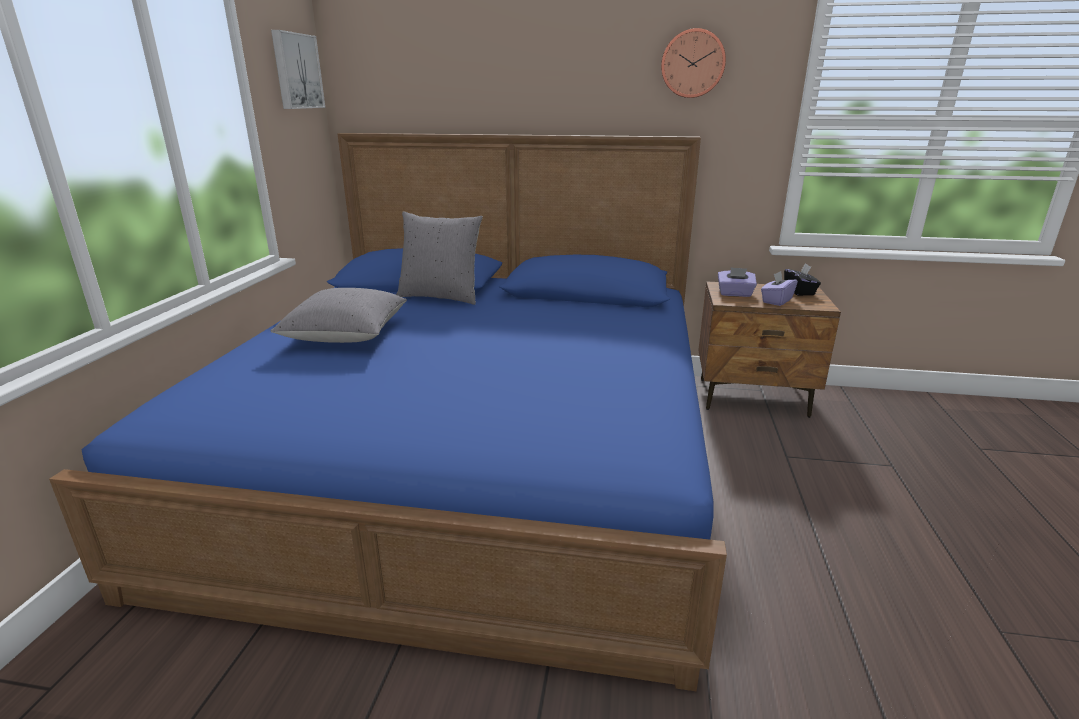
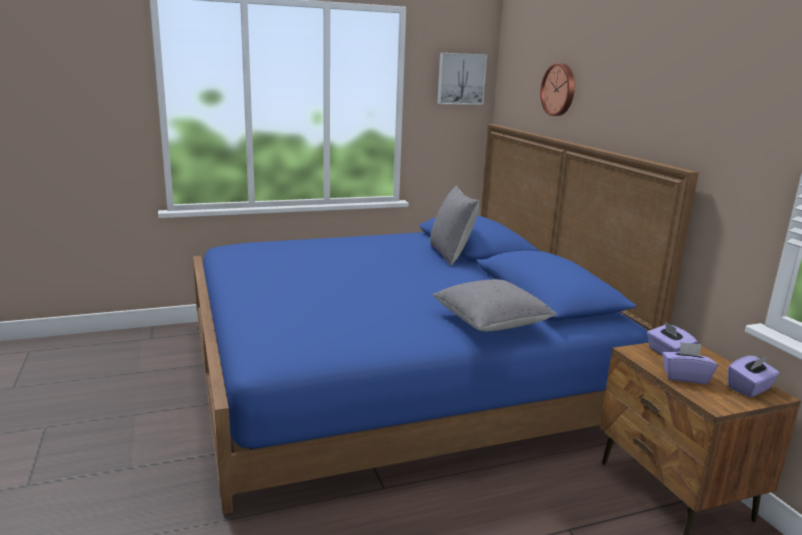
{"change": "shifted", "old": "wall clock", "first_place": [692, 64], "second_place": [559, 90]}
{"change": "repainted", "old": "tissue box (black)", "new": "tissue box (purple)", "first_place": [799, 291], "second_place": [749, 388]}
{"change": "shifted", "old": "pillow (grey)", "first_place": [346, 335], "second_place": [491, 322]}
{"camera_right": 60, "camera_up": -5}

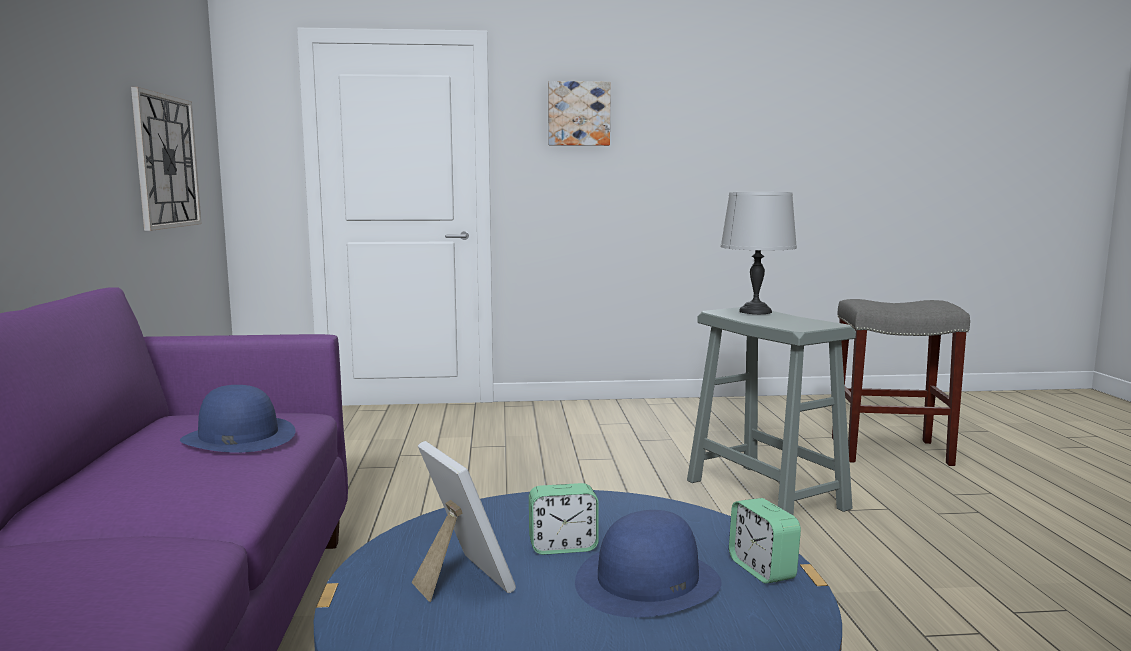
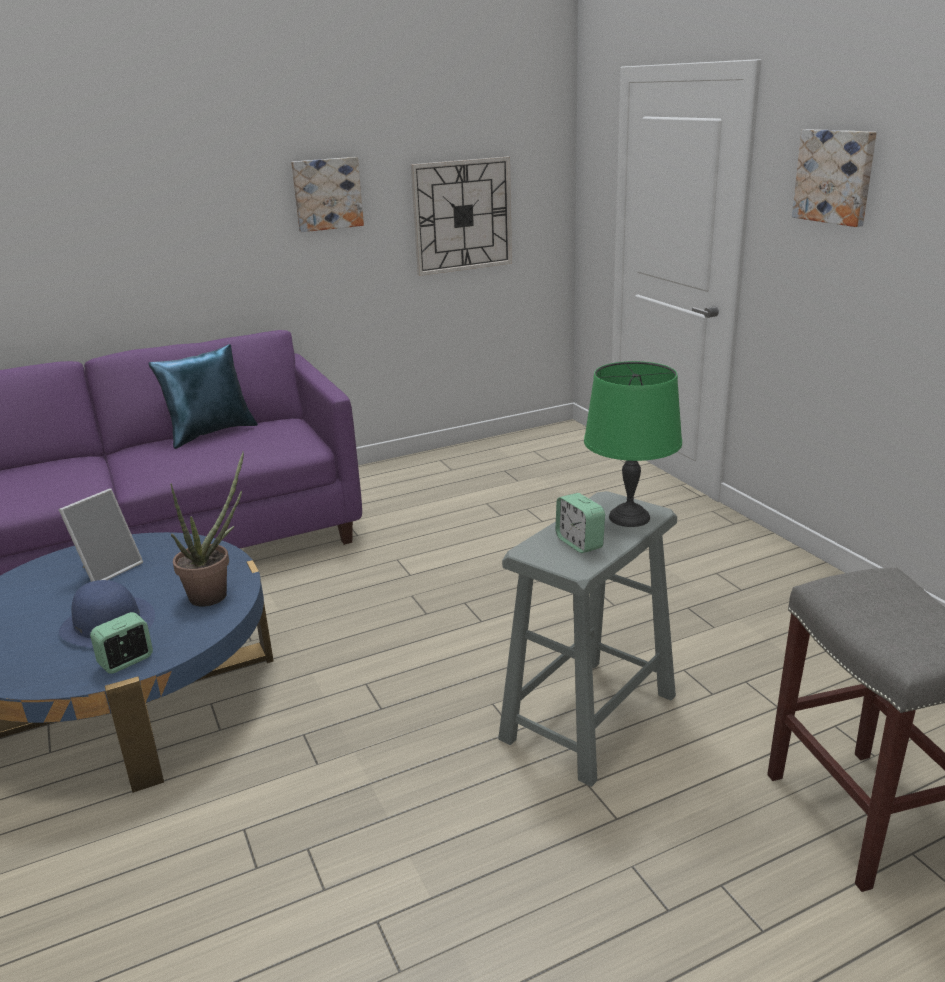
{"change": "repainted", "old": "table lamp (grey)", "new": "table lamp (green)", "first_place": [754, 311], "second_place": [629, 517]}
{"change": "gone", "old": "hat (blue)", "first_place": [238, 437]}
{"change": "shifted", "old": "alarm clock", "first_place": [563, 547], "second_place": [579, 543]}
{"change": "new", "new": "picture", "second_place": [327, 194]}
{"change": "new", "new": "pillow (blue)", "second_place": [211, 433]}
{"change": "new", "new": "potted plant", "second_place": [216, 593]}
{"camera_right": 70, "camera_up": 15}

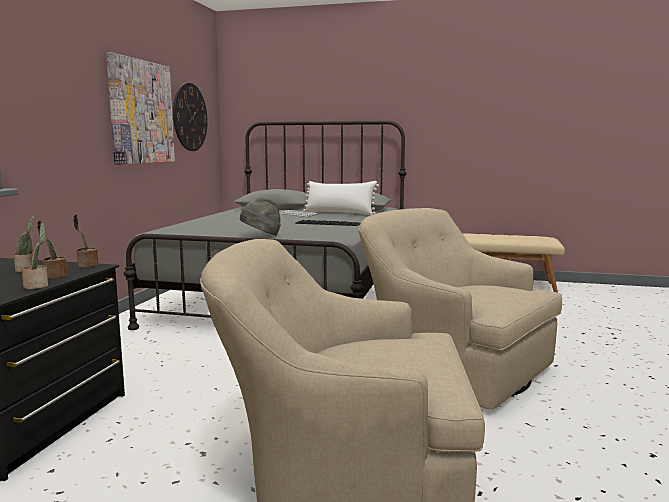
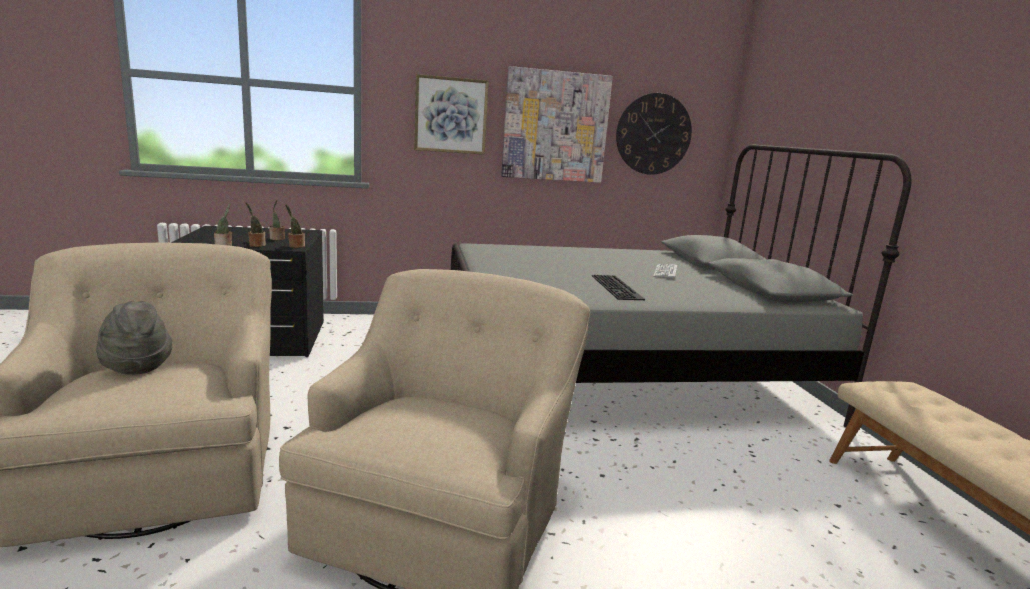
{"change": "gone", "old": "pillow (white)", "first_place": [339, 213]}
{"change": "shifted", "old": "hat (grey)", "first_place": [261, 236], "second_place": [136, 365]}
{"change": "new", "new": "picture", "second_place": [451, 115]}
{"camera_right": 65, "camera_up": 5}

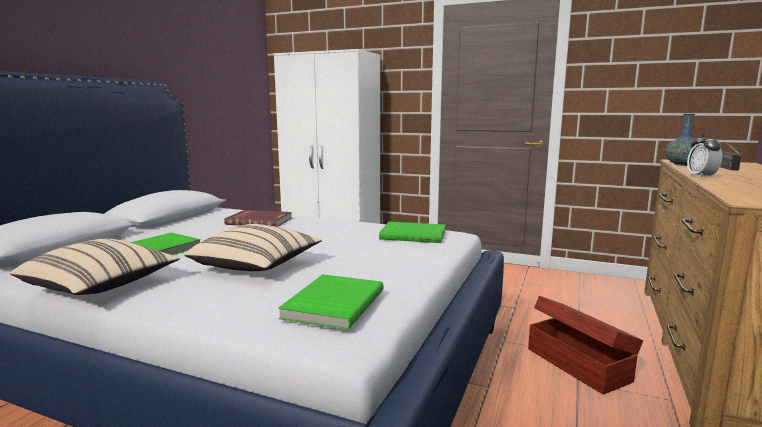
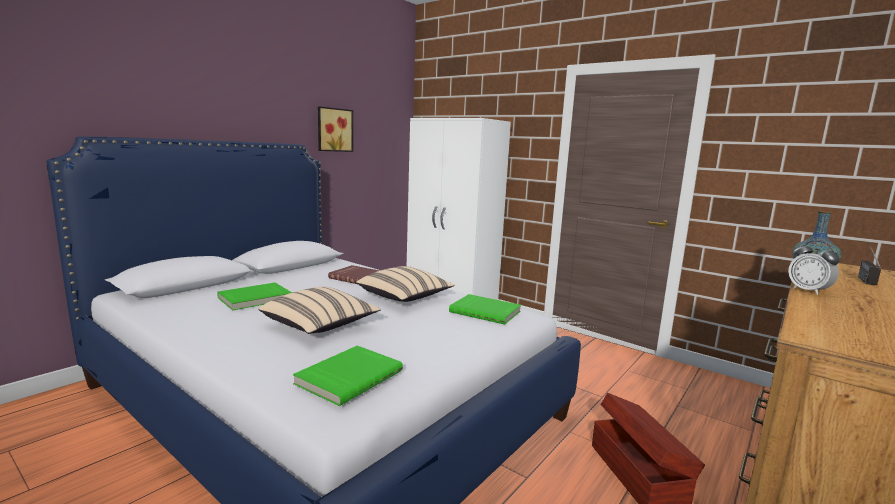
{"change": "rotated", "old": "alarm clock", "first_place": [701, 177], "second_place": [808, 291], "degrees": -45}
{"change": "shifted", "old": "pillow (beige)", "first_place": [101, 287], "second_place": [404, 298]}
{"change": "new", "new": "picture", "second_place": [334, 130]}
{"camera_right": 15, "camera_up": 0}

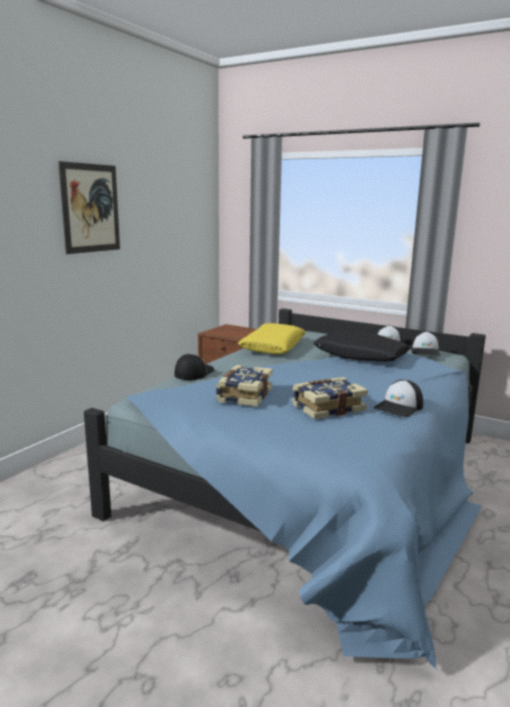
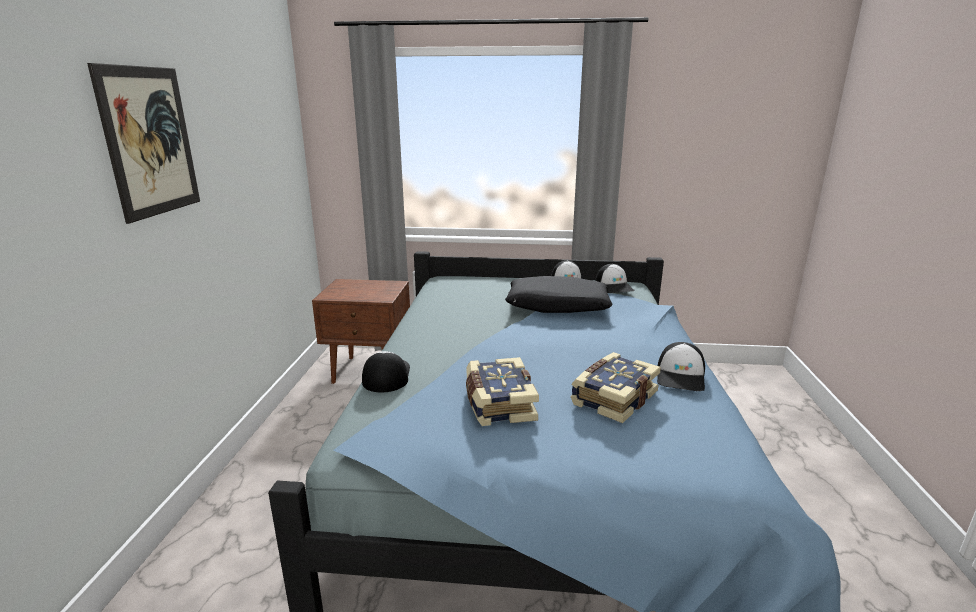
{"change": "gone", "old": "pillow (yellow)", "first_place": [273, 347]}
{"camera_right": -25, "camera_up": 5}

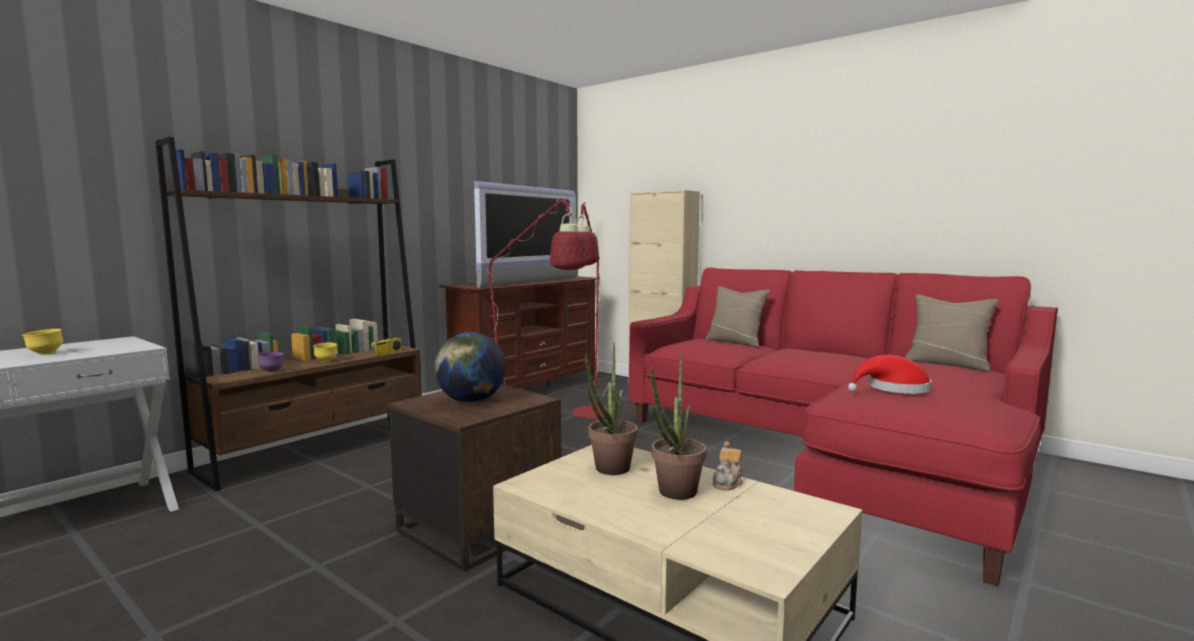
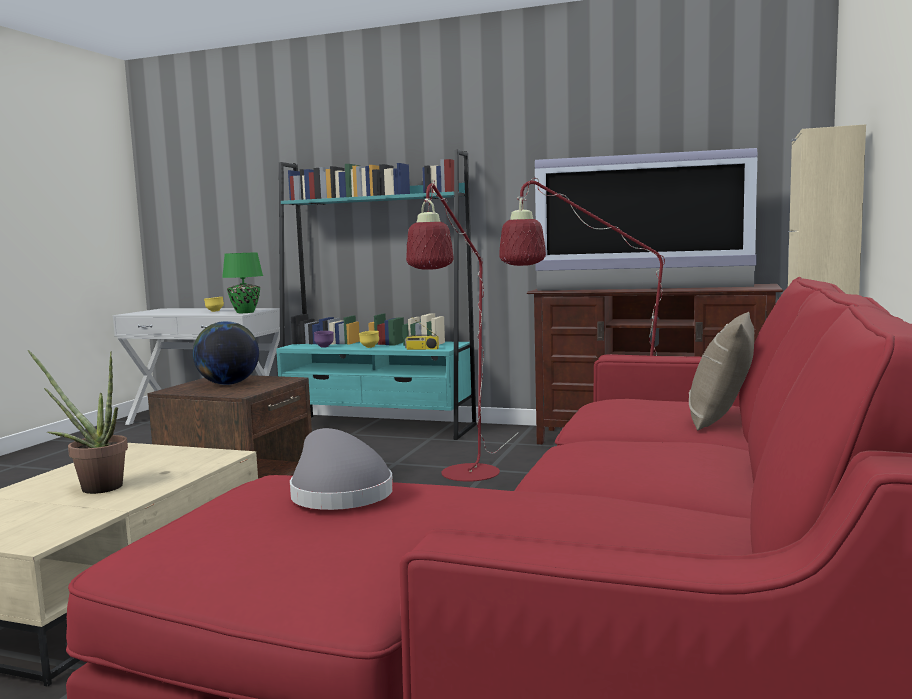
{"change": "repainted", "old": "bookcase (brown)", "new": "bookcase (turquoise)", "first_place": [318, 449], "second_place": [378, 427]}
{"change": "gone", "old": "pillow (beige)", "first_place": [947, 364]}
{"change": "gone", "old": "potted plant", "first_place": [609, 471]}
{"change": "repainted", "old": "hat (red)", "new": "hat (grey)", "first_place": [893, 389], "second_place": [337, 494]}
{"change": "gone", "old": "teapot", "first_place": [728, 483]}
{"change": "new", "new": "table lamp (green)", "second_place": [245, 312]}
{"camera_right": 70, "camera_up": 0}

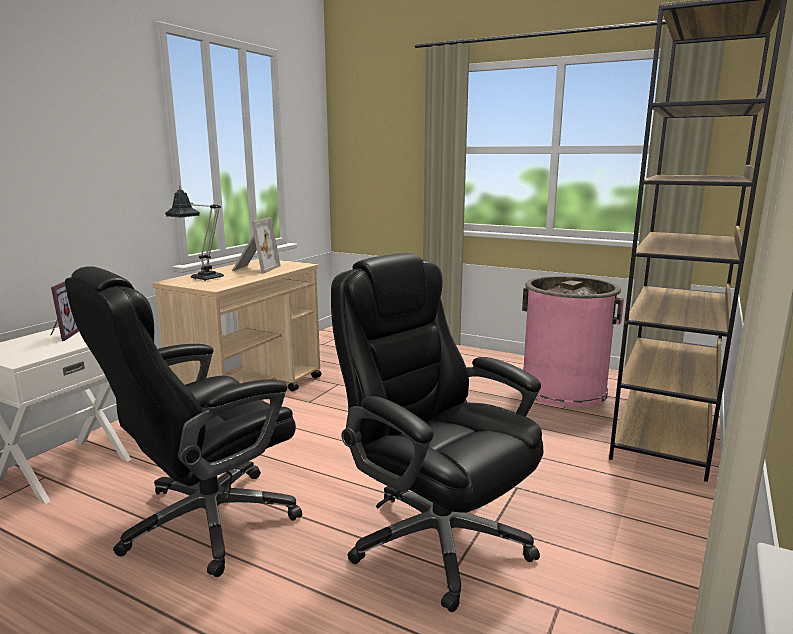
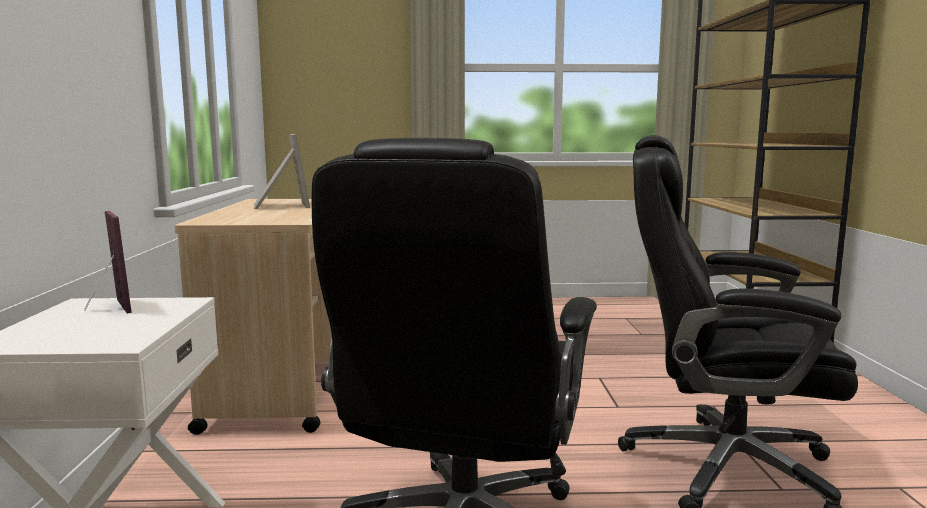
{"change": "gone", "old": "table lamp", "first_place": [202, 277]}
{"change": "gone", "old": "trash can (pink)", "first_place": [563, 389]}
{"camera_right": -30, "camera_up": -5}

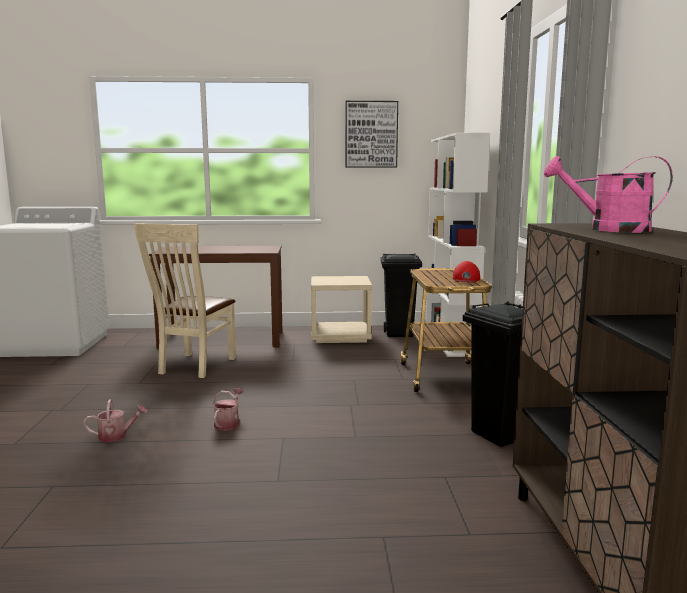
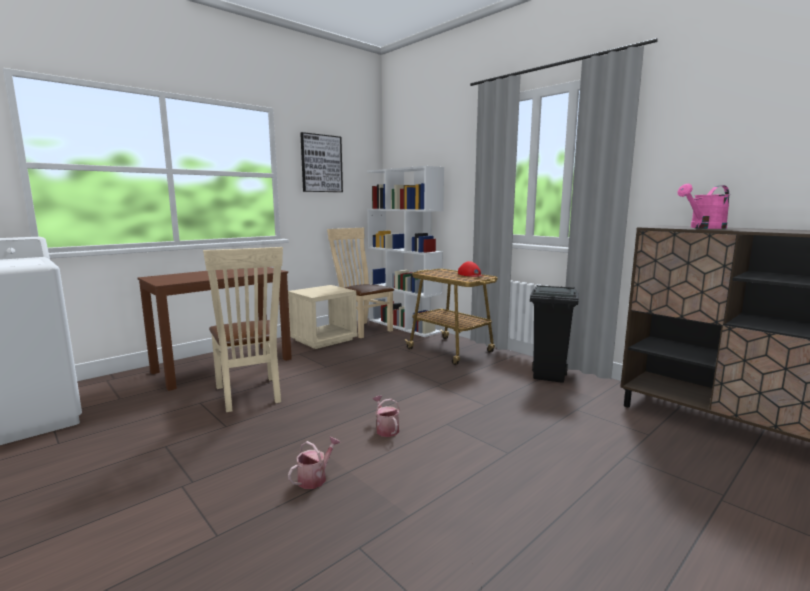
{"change": "swapped", "old": "trash can (black)", "new": "chair (beige)", "first_place": [399, 334], "second_place": [362, 329]}
{"camera_right": -40, "camera_up": 0}

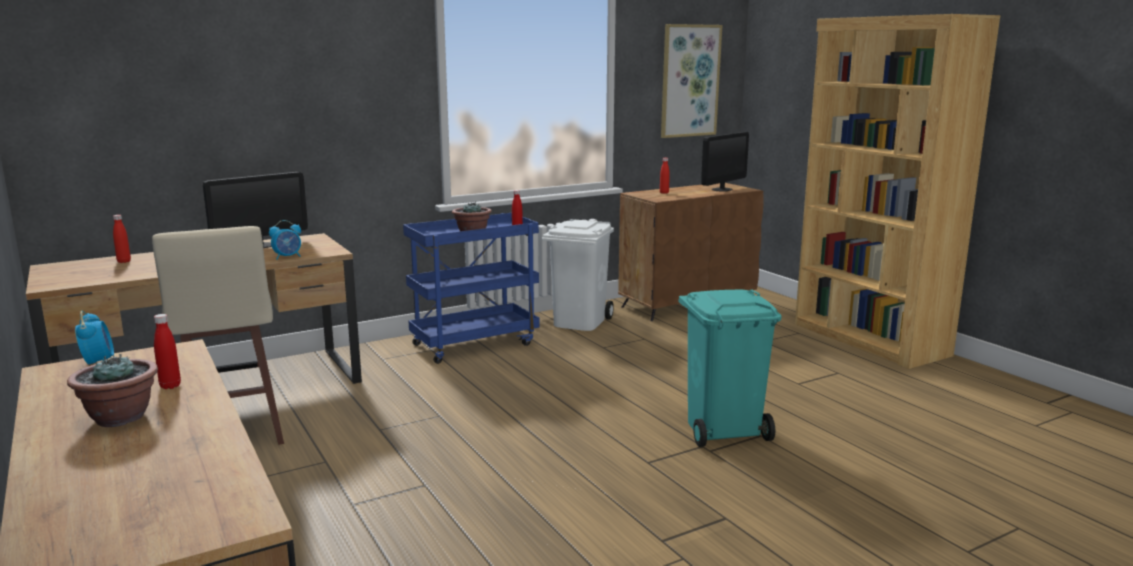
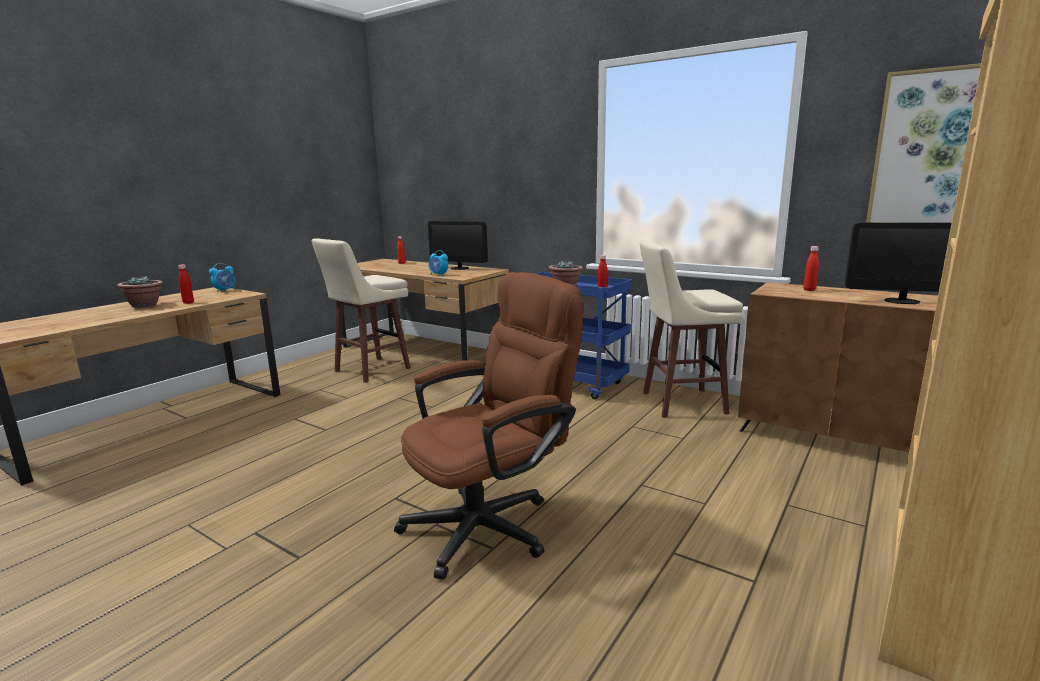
{"change": "swapped", "old": "trash can (white)", "new": "stool (beige)", "first_place": [578, 321], "second_place": [680, 403]}
{"change": "swapped", "old": "trash can (turquoise)", "new": "office chair (brown)", "first_place": [724, 429], "second_place": [491, 523]}
{"camera_right": 65, "camera_up": 0}

